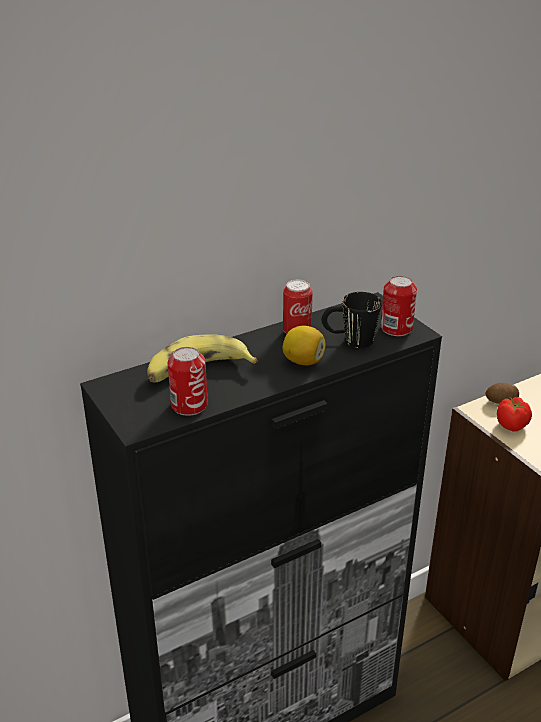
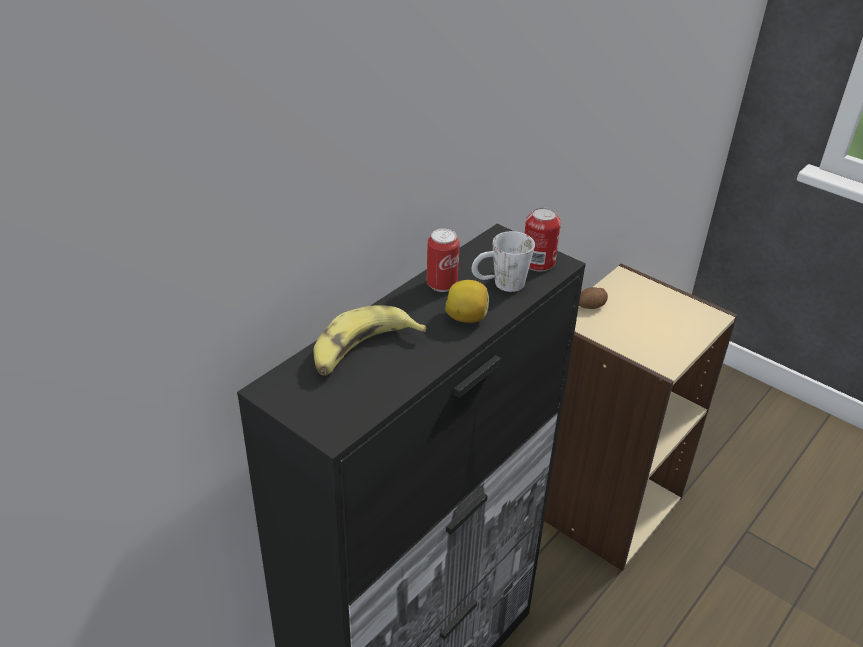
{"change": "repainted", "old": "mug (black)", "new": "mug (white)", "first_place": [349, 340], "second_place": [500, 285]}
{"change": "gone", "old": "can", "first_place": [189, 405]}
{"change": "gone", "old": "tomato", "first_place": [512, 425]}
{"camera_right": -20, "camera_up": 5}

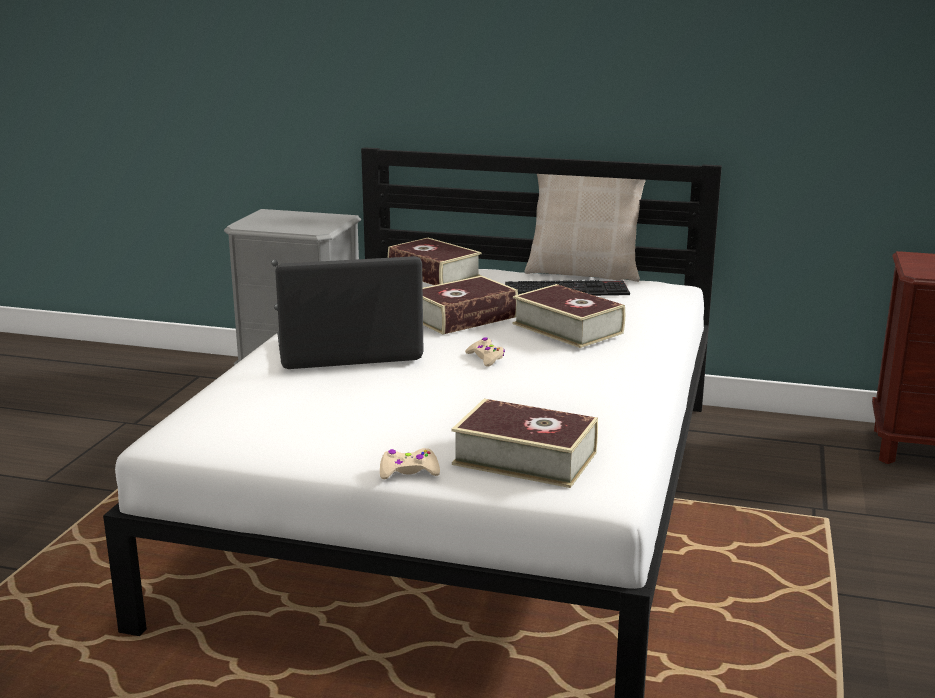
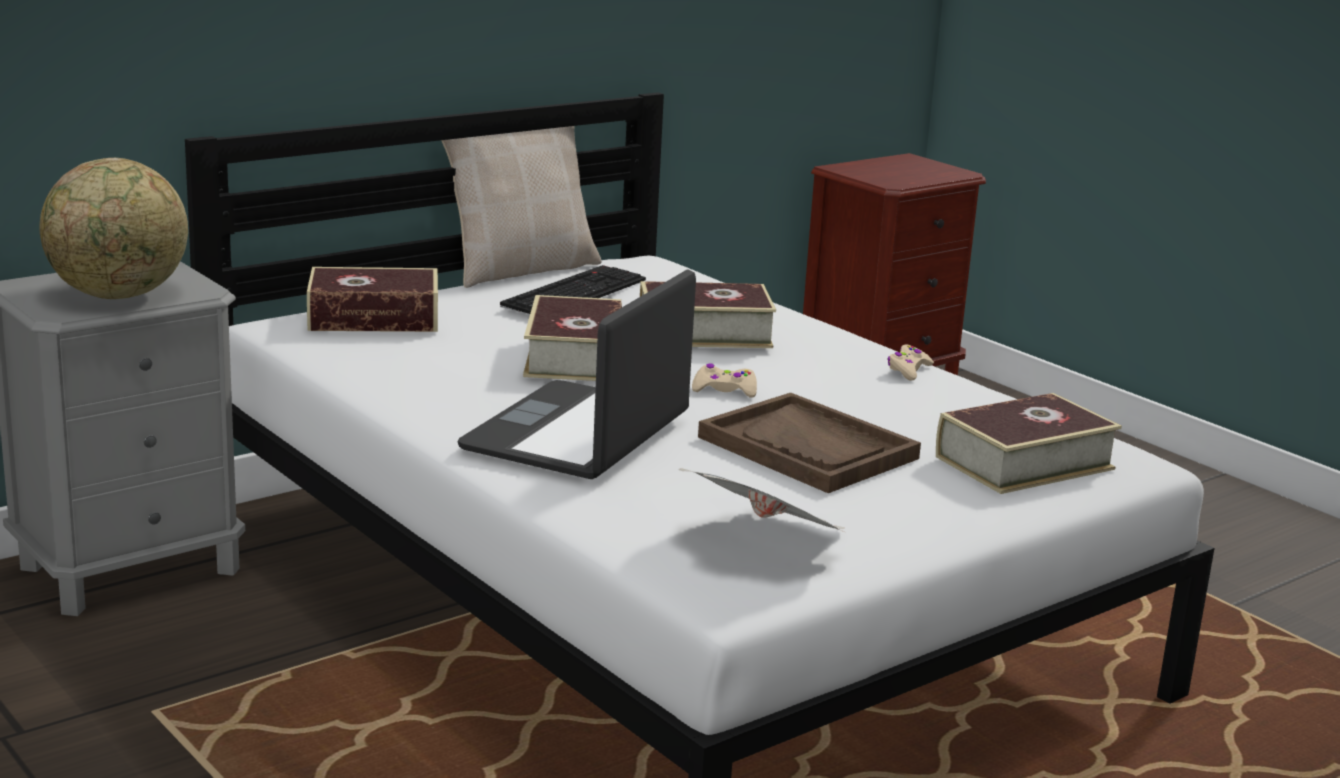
{"change": "shifted", "old": "game controller (beige)", "first_place": [408, 471], "second_place": [908, 370]}
{"change": "new", "new": "globe", "second_place": [119, 296]}
{"change": "new", "new": "tray (brown)", "second_place": [808, 448]}
{"change": "new", "new": "newspaper", "second_place": [767, 546]}
{"camera_right": -55, "camera_up": 0}

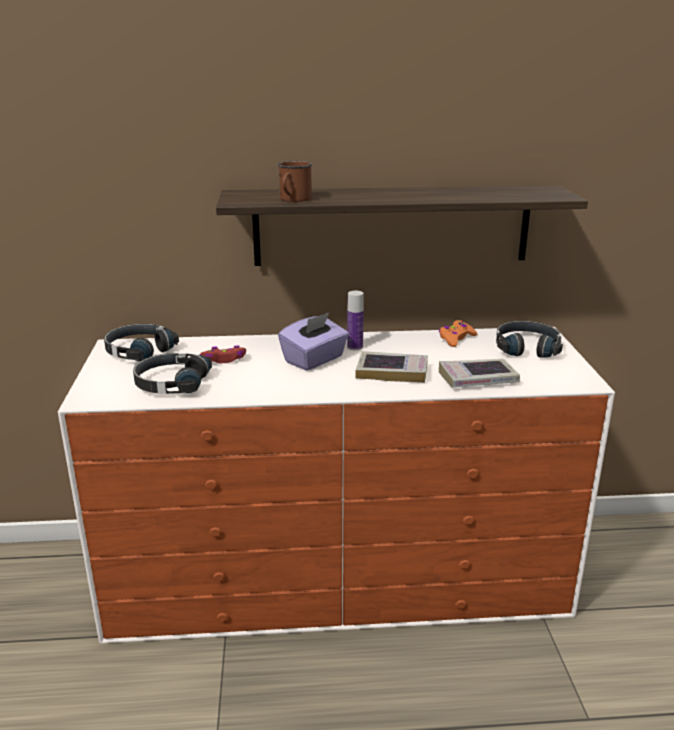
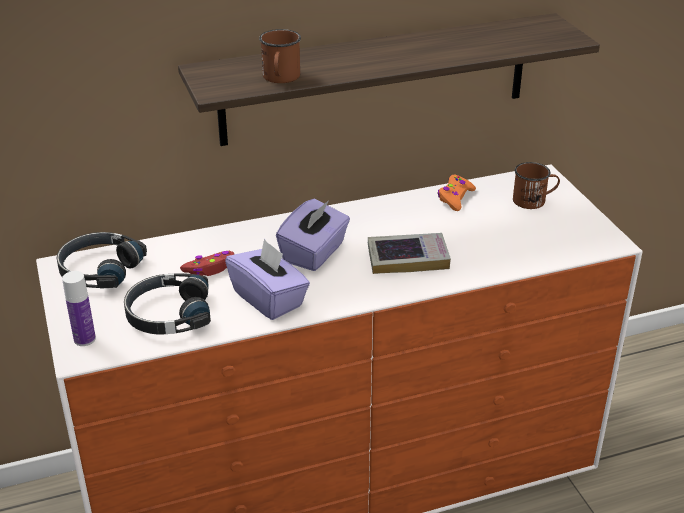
{"change": "shifted", "old": "bottle", "first_place": [355, 347], "second_place": [84, 339]}
{"change": "swapped", "old": "headphones (black)", "new": "mug (brown)", "first_place": [526, 347], "second_place": [534, 200]}
{"change": "gone", "old": "book", "first_place": [477, 379]}
{"change": "new", "new": "tissue box (purple)", "second_place": [269, 299]}
{"camera_right": -15, "camera_up": 10}

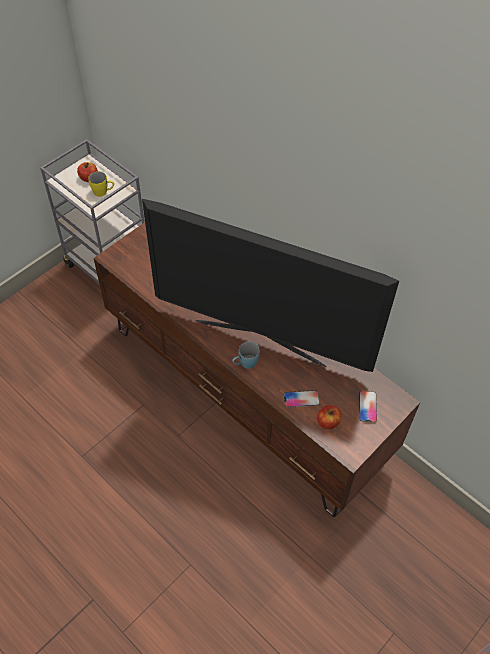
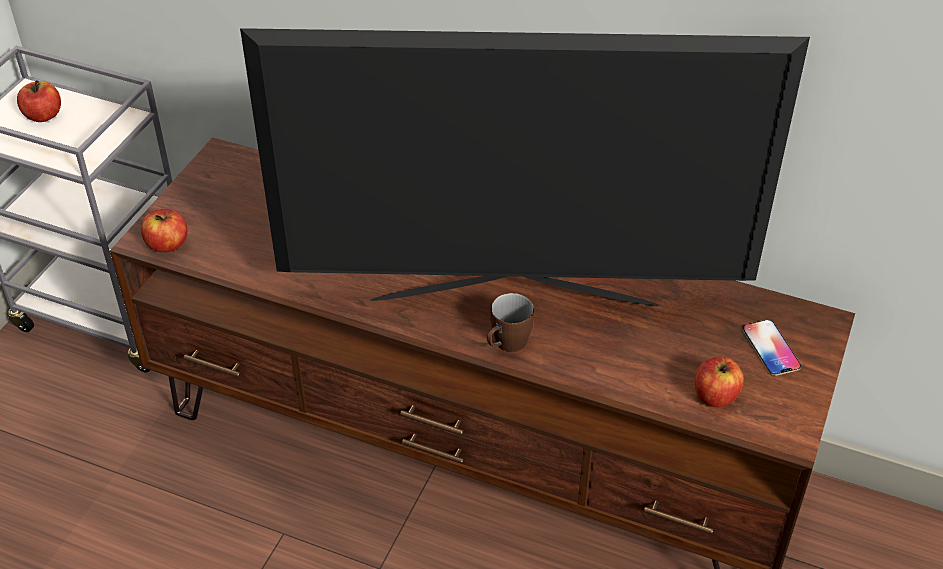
{"change": "gone", "old": "mug (yellow)", "first_place": [103, 192]}
{"change": "repainted", "old": "mug (blue)", "new": "mug (brown)", "first_place": [245, 364], "second_place": [506, 345]}
{"change": "gone", "old": "phone", "first_place": [301, 399]}
{"change": "new", "new": "apple", "second_place": [167, 244]}
{"camera_right": -20, "camera_up": -10}

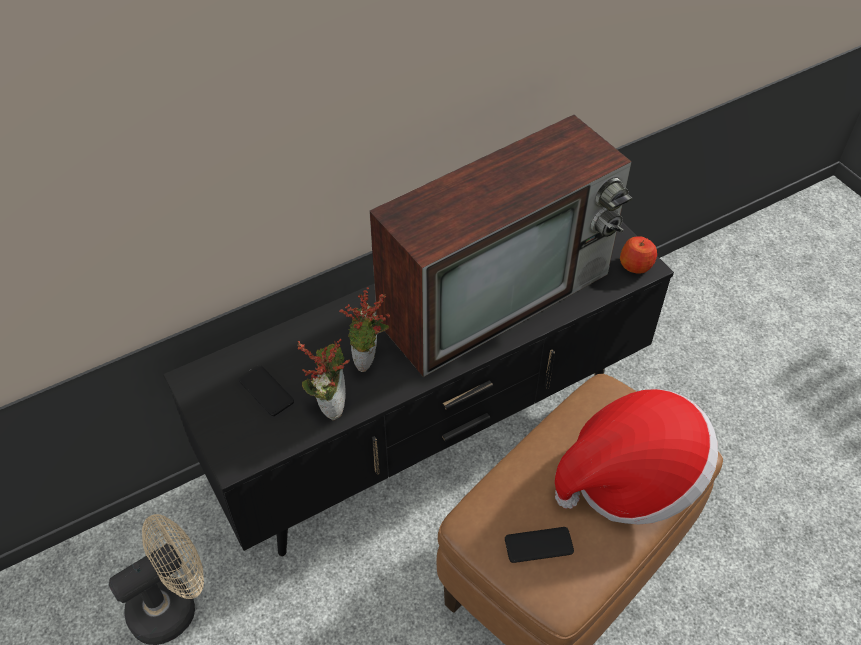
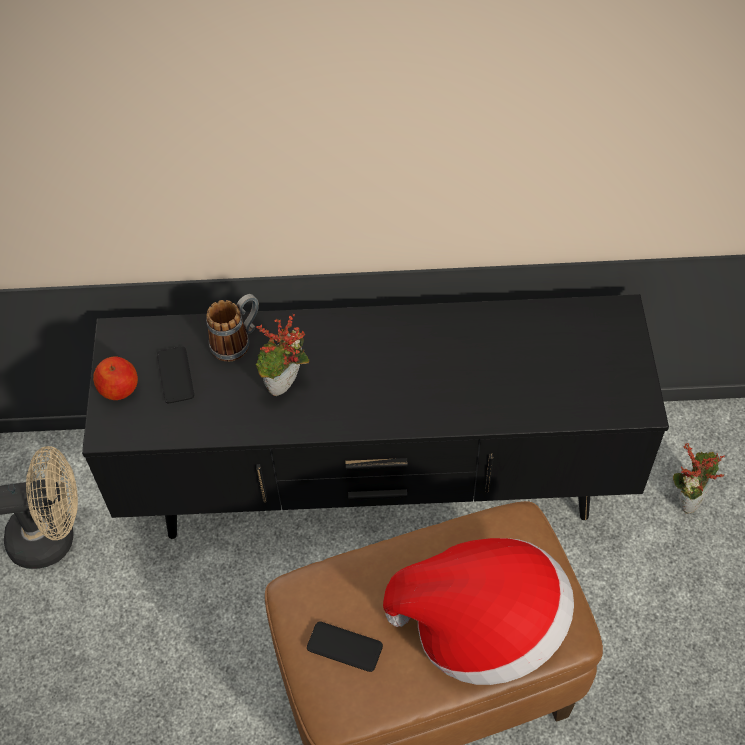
{"change": "gone", "old": "television", "first_place": [497, 294]}
{"change": "shifted", "old": "apple", "first_place": [636, 265], "second_place": [119, 388]}
{"change": "shifted", "old": "potted plant", "first_place": [330, 404], "second_place": [687, 498]}
{"change": "new", "new": "mug", "second_place": [237, 341]}
{"camera_right": 30, "camera_up": 5}

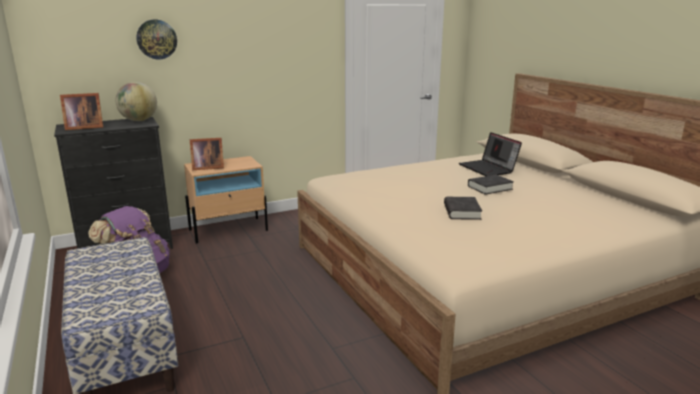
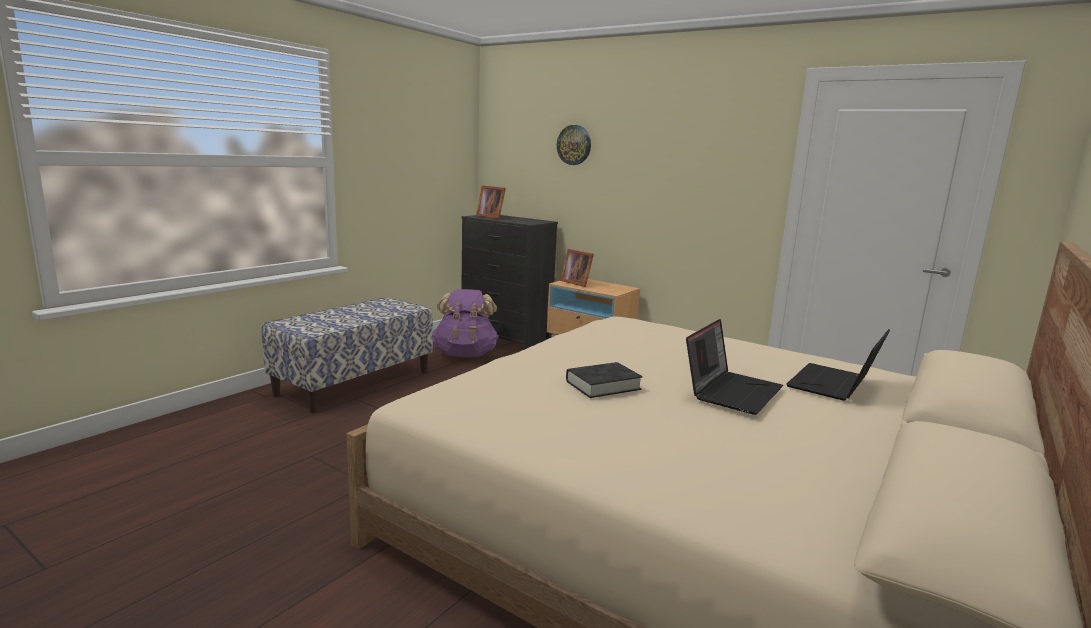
{"change": "gone", "old": "globe", "first_place": [139, 120]}
{"change": "swapped", "old": "book (black)", "new": "laptop", "first_place": [490, 188], "second_place": [731, 391]}
{"camera_right": 60, "camera_up": -5}

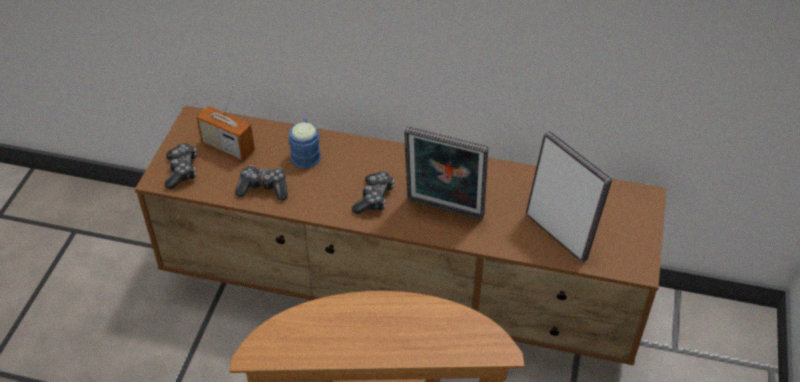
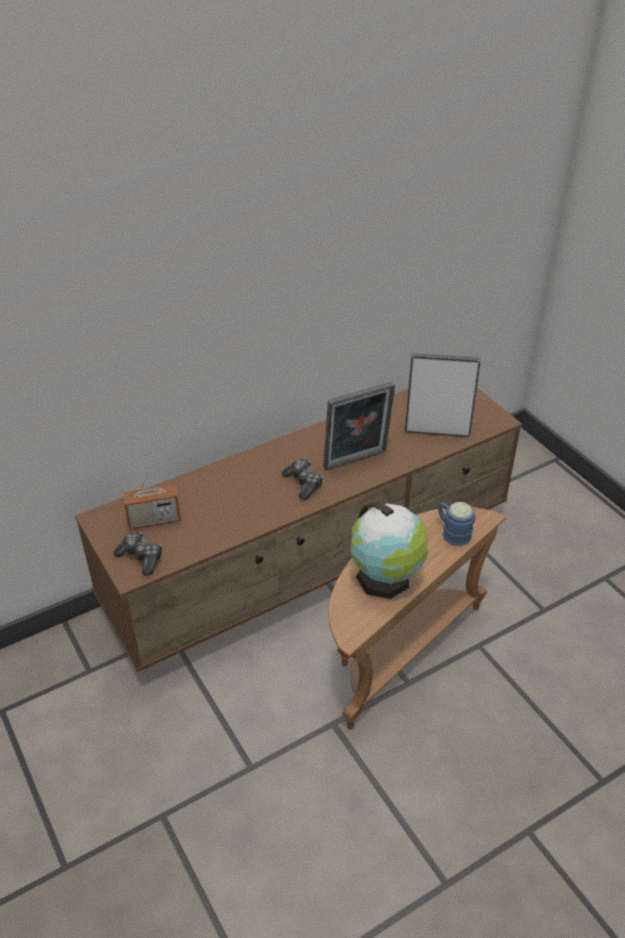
{"change": "shifted", "old": "mug (blue)", "first_place": [306, 153], "second_place": [452, 532]}
{"change": "gone", "old": "game controller", "first_place": [264, 188]}
{"change": "new", "new": "globe", "second_place": [386, 579]}
{"camera_right": -45, "camera_up": -5}

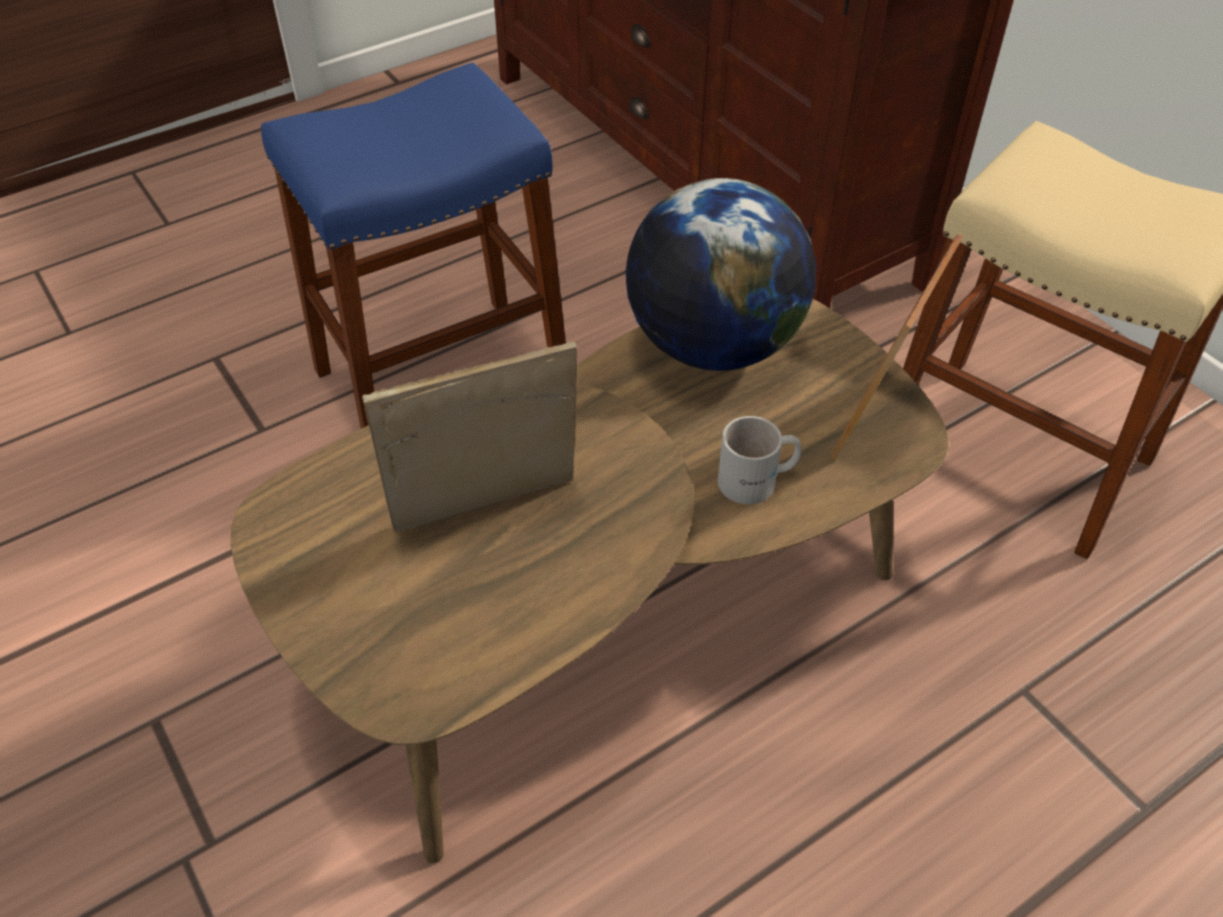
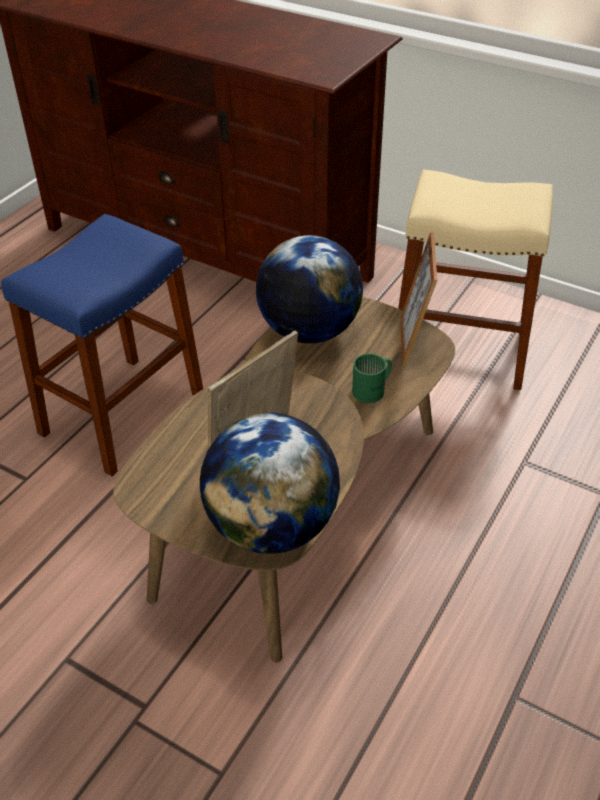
{"change": "repainted", "old": "mug (white)", "new": "mug (green)", "first_place": [758, 481], "second_place": [373, 389]}
{"change": "new", "new": "globe", "second_place": [272, 526]}
{"camera_right": -25, "camera_up": -5}

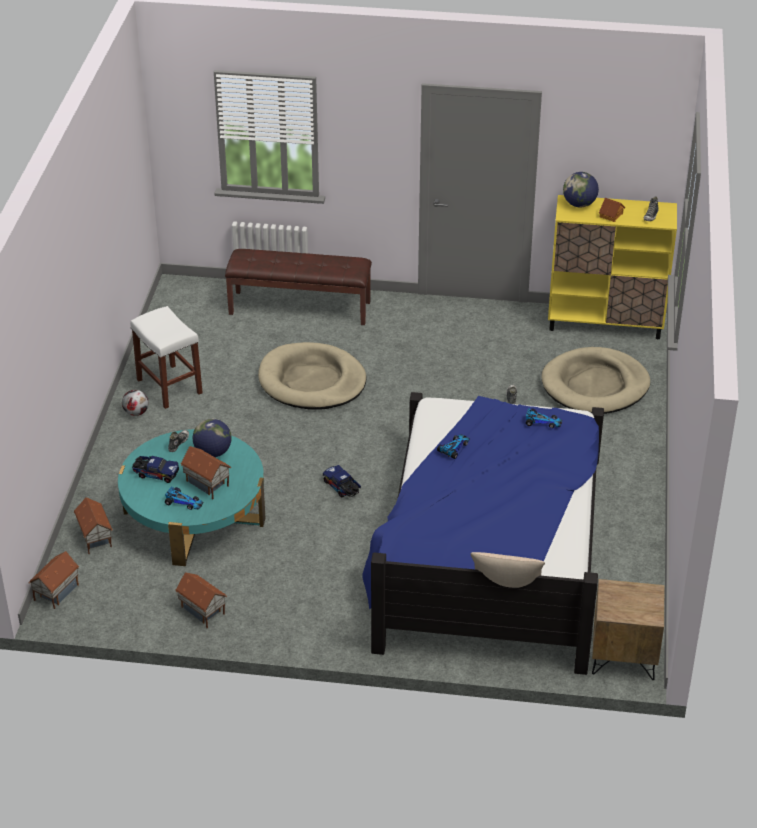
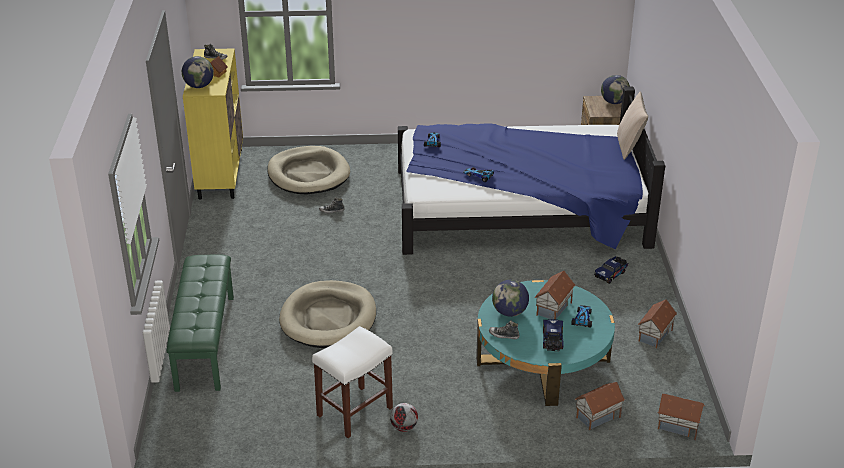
{"change": "repainted", "old": "bench (brown)", "new": "bench (green)", "first_place": [300, 307], "second_place": [204, 342]}
{"change": "shifted", "old": "toy truck", "first_place": [342, 488], "second_place": [611, 274]}
{"change": "new", "new": "globe", "second_place": [614, 102]}
{"camera_right": -100, "camera_up": -5}

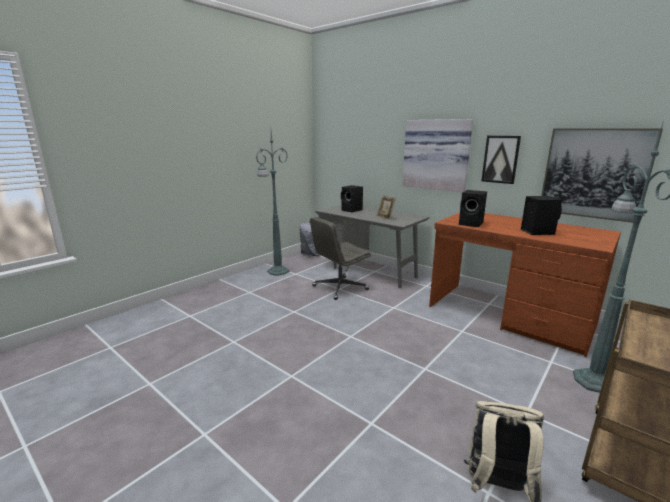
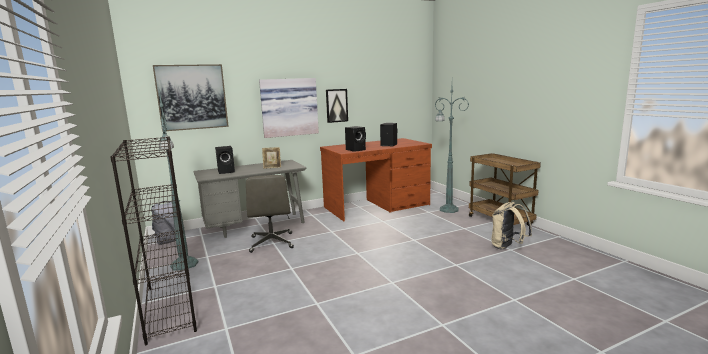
{"change": "shifted", "old": "picture", "first_place": [594, 173], "second_place": [192, 97]}
{"change": "new", "new": "bookcase (black)", "second_place": [169, 307]}
{"camera_right": -65, "camera_up": -5}

